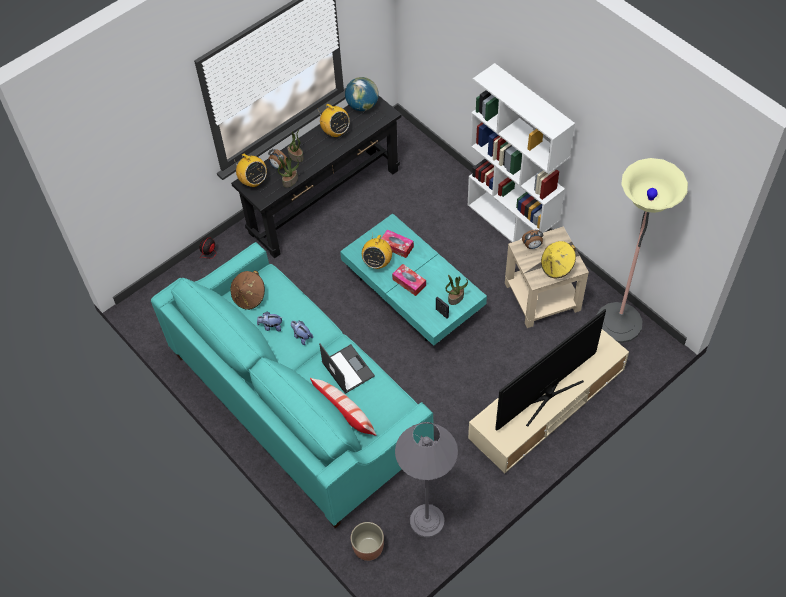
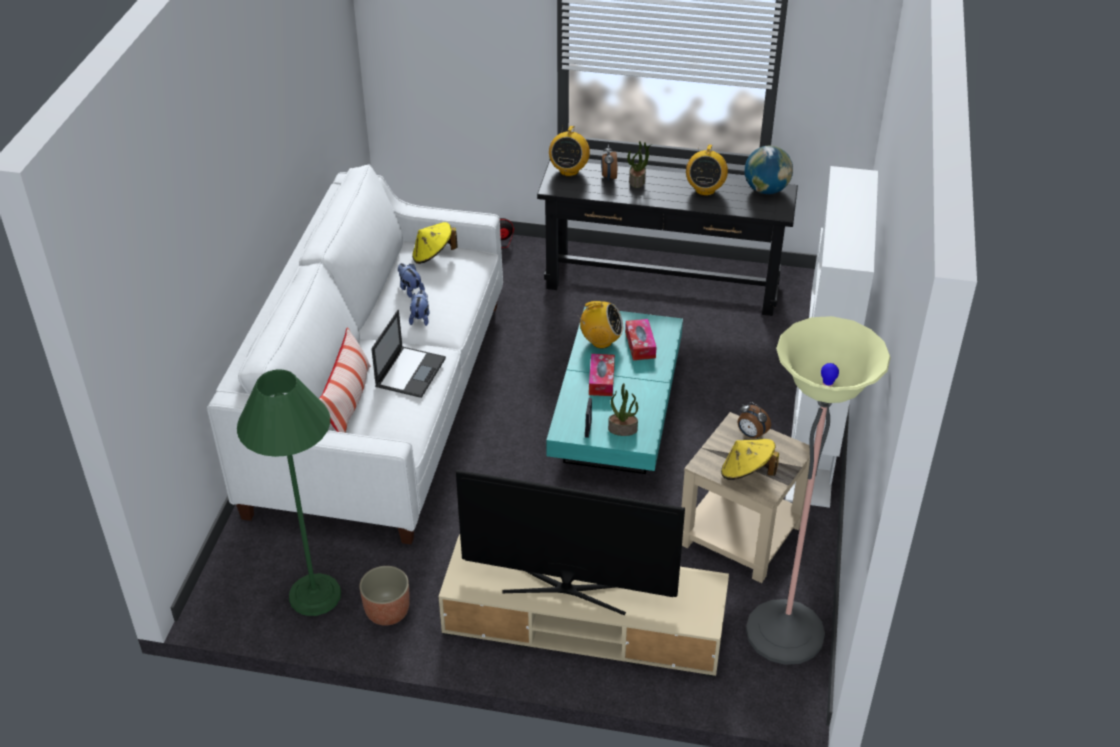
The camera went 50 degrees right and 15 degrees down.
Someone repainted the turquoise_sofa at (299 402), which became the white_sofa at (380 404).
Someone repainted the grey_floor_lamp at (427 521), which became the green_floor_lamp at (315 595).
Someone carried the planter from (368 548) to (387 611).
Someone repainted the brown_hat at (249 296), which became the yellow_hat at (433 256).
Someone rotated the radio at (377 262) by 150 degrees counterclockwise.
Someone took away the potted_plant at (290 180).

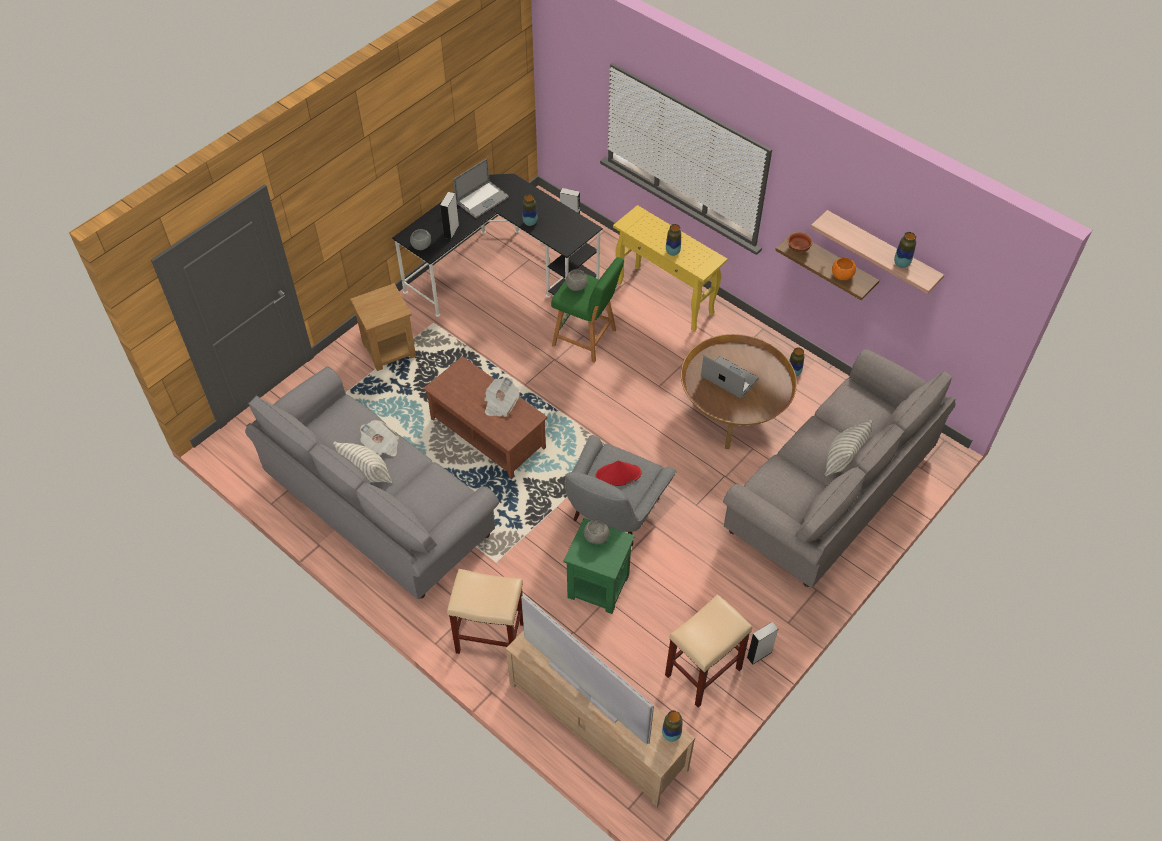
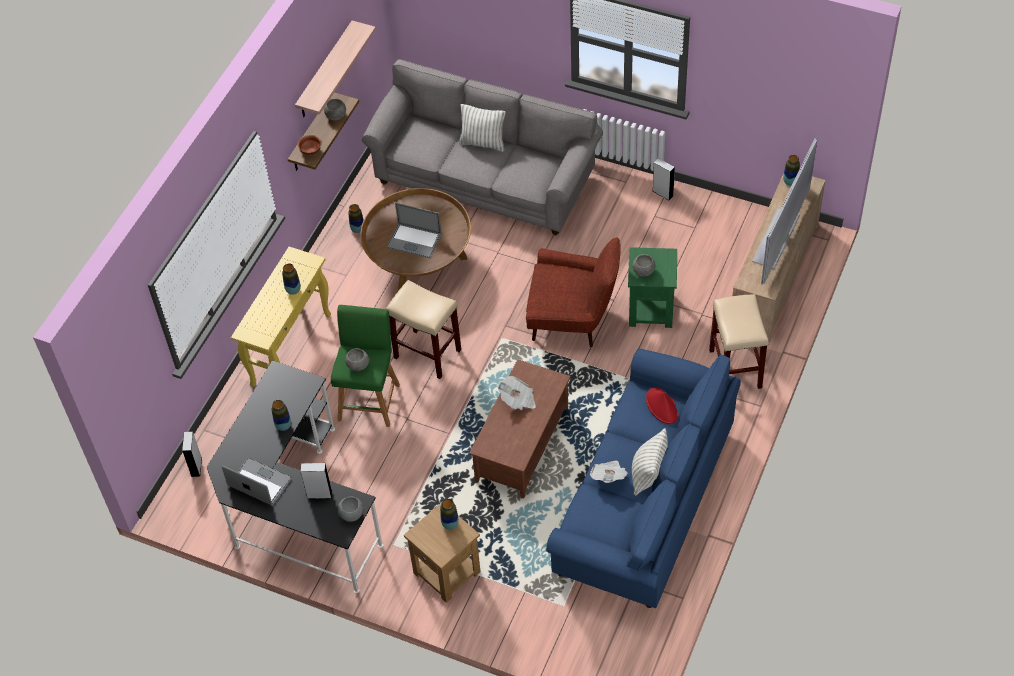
The camera went 105 degrees left and 0 degrees up.
Someone repainted the orange_bowl at (842 276), which became the grey_bowl at (336 115).
Someone carried the beige_stool from (703 673) to (428 354).
Someone rotated the laptop at (729 378) by 90 degrees counterclockwise.
Someone carried the vase from (901 264) to (450 524).
Someone repainted the grey_armchair at (613 513), which became the red_armchair at (572 319).
Someone repainted the grey_sofa at (380 506), which became the blue_sofa at (643 502).
Someone carried the red_hat from (618 475) to (662 406).

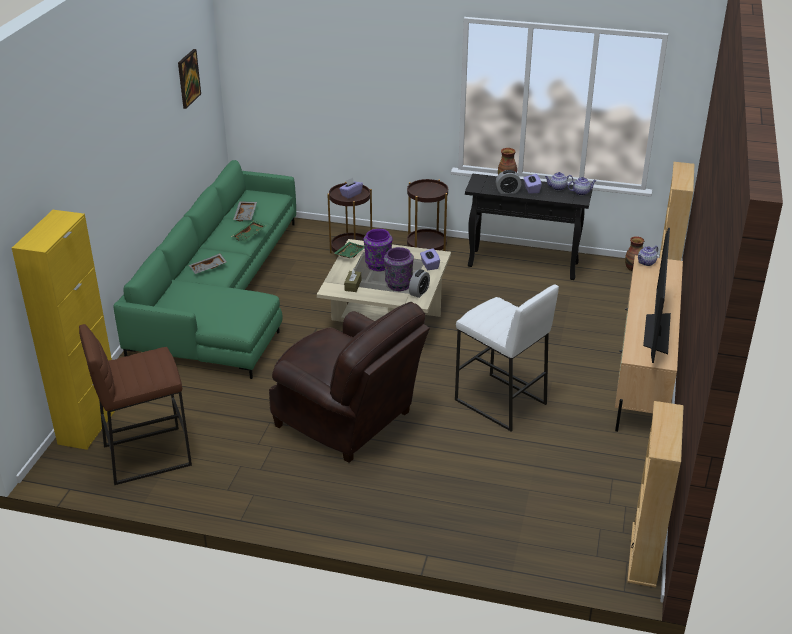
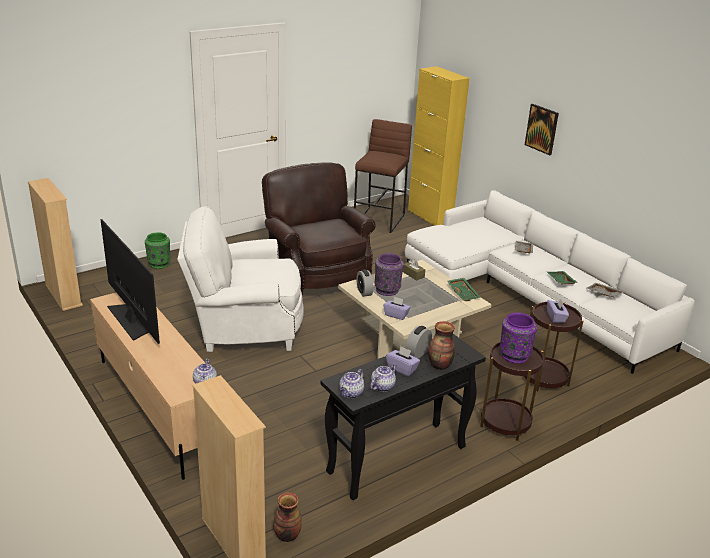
The camera went 130 degrees right and 5 degrees down.
Someone put down the green_vase at (159 264).
Someone swapped the white_stool at (499 402) for the white_armchair at (244 327).
Someone rotated the brown_armchair at (348 421) by 75 degrees clockwise.
Someone repainted the green_sofa at (222 294), which became the white_sofa at (531 295).
Someone carried the purple_vase from (378 265) to (514 355).
Someone carried the picture from (188 78) to (542 129).

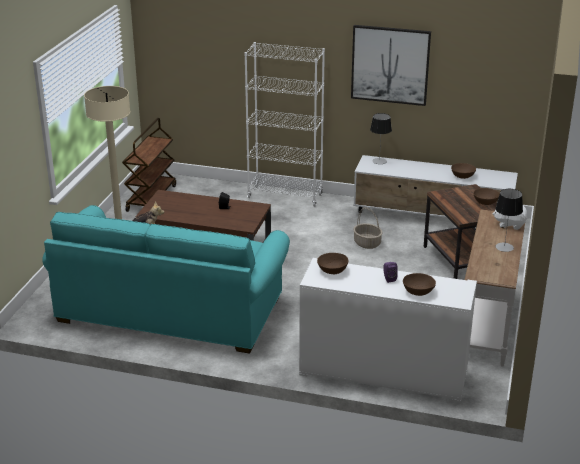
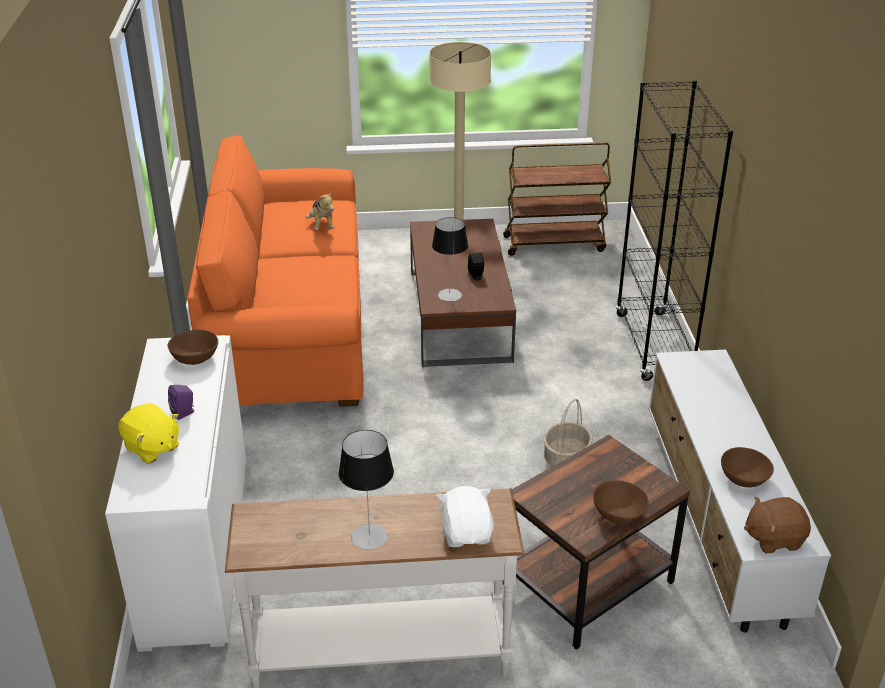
The camera went 70 degrees right and 5 degrees up.
Someone swapped the brown_bowl at (418 291) for the yellow_plush_toy at (152 448).
Someone repainted the turquoise_sofa at (170 309), which became the orange_sofa at (289 327).
Someone carried the table_lamp from (379 161) to (449 295).
Someone repainted the white_bookcase at (285 196), which became the black_bookcase at (653 346).
Someone put down the brown_plush_toy at (773 538).
Someone took away the picture at (390 65).

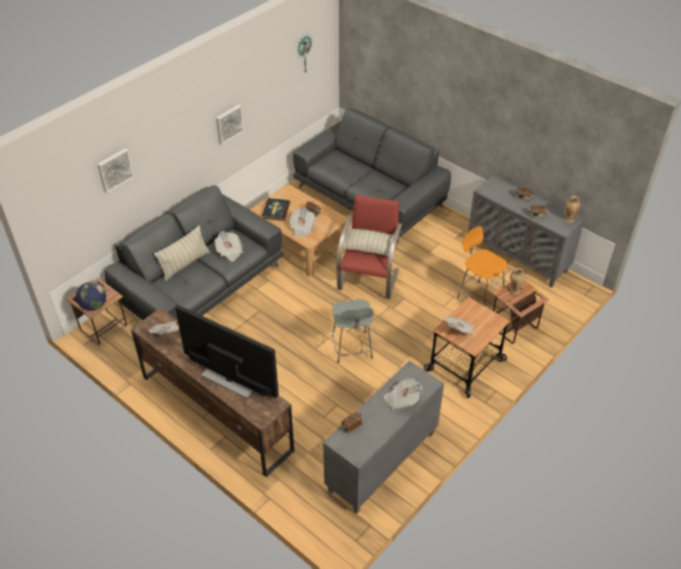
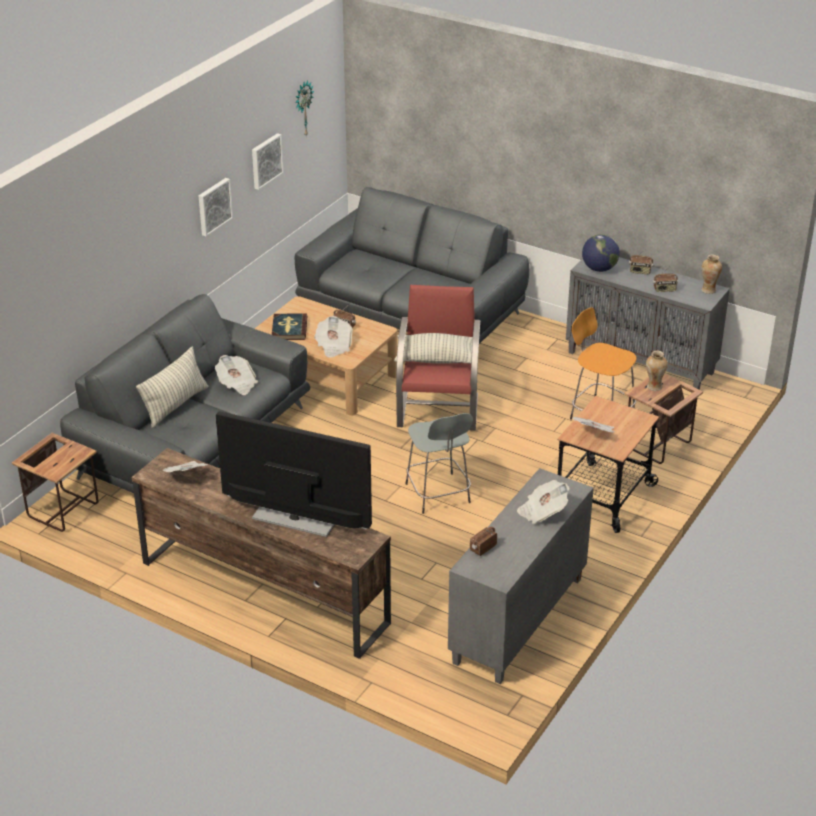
The camera went 10 degrees left and 10 degrees down.
Someone carried the picture from (114 169) to (265 160).
Someone carried the globe from (94 306) to (599 269).

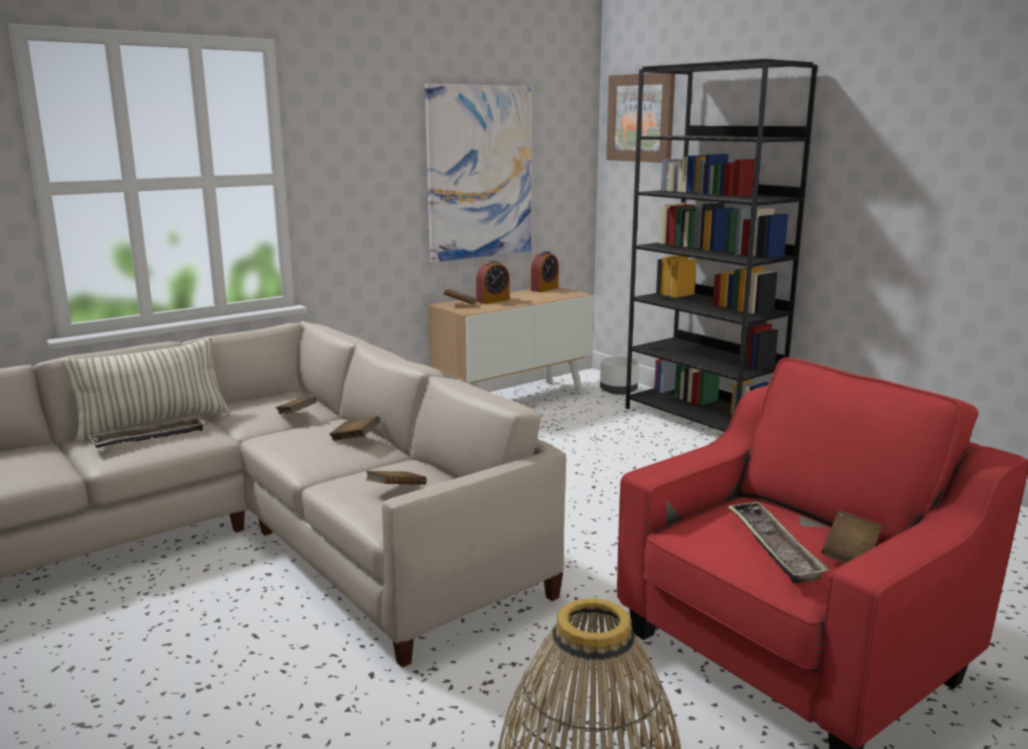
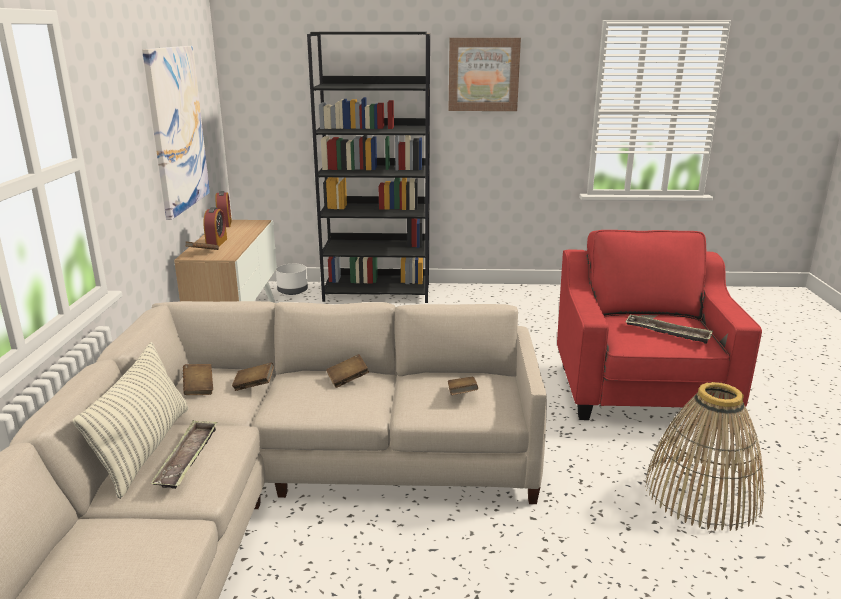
The camera went 50 degrees left and 5 degrees up.
Someone carried the brown_book from (850 555) to (199 388).
Someone carried the picture from (641 118) to (483 74).

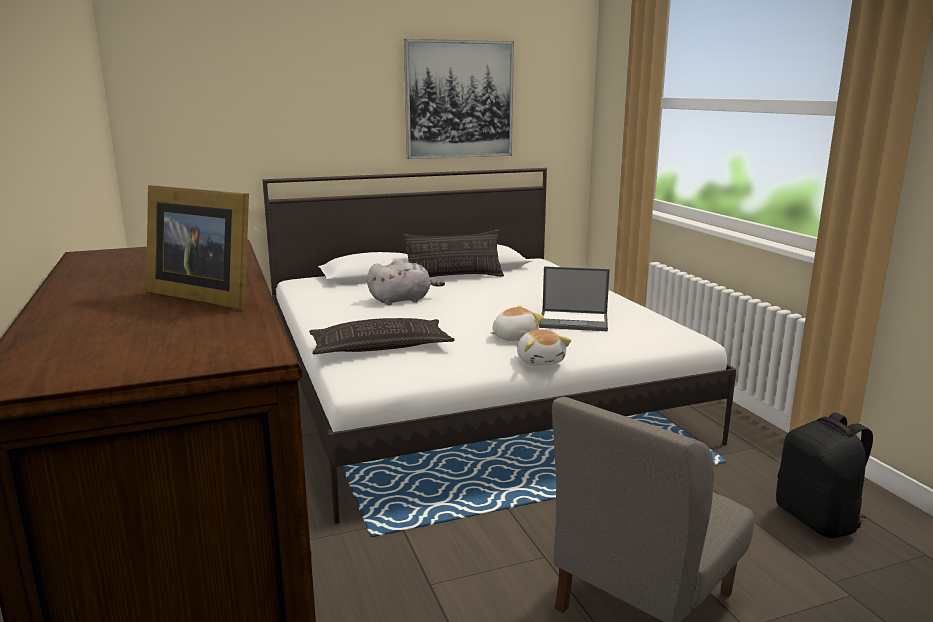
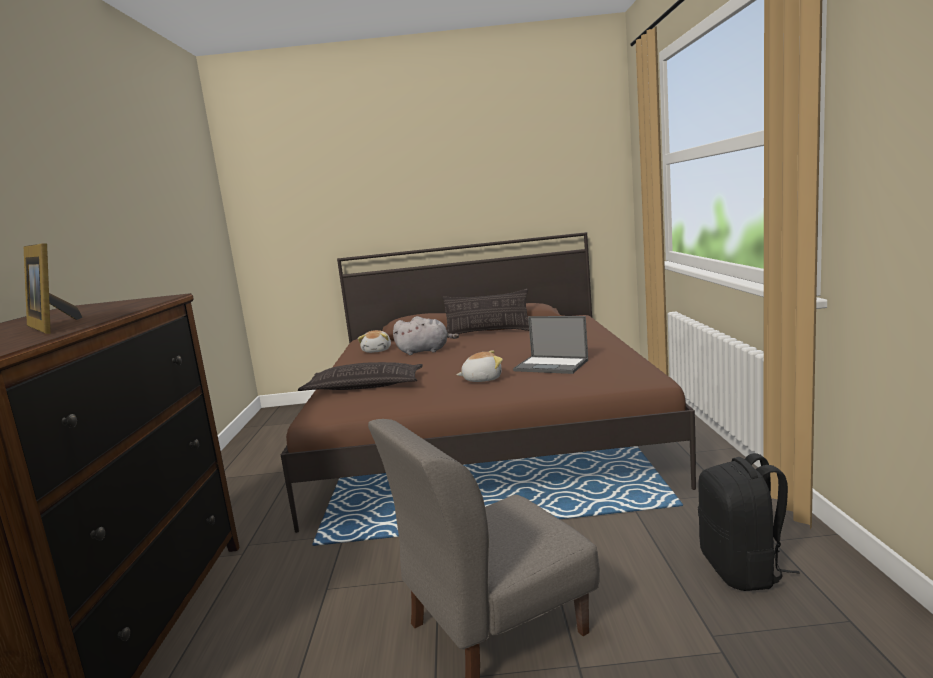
The camera went 20 degrees right and 5 degrees down.
Someone repainted the white_bed at (469 391), which became the brown_bed at (484 432).
Someone carried the plush_toy from (540 361) to (377 350).
Someone took away the picture at (459 100).

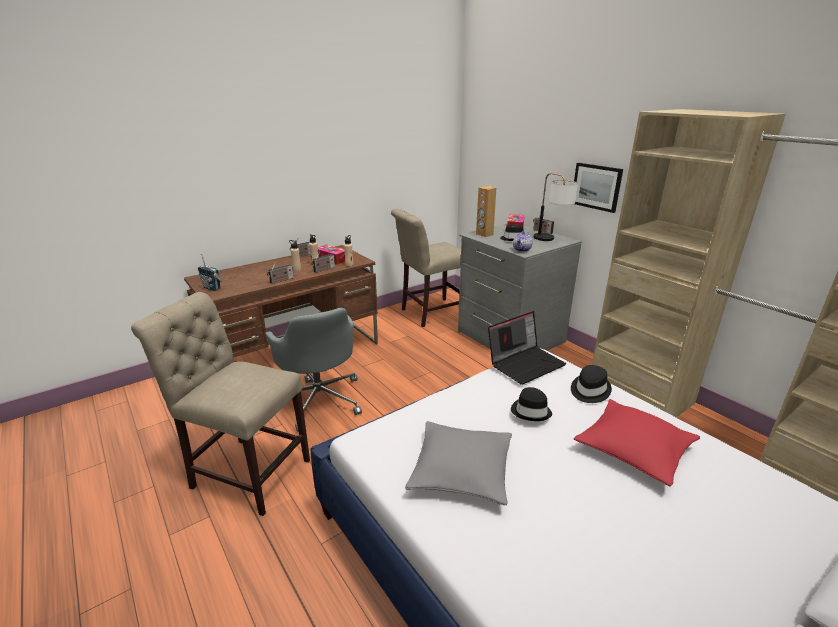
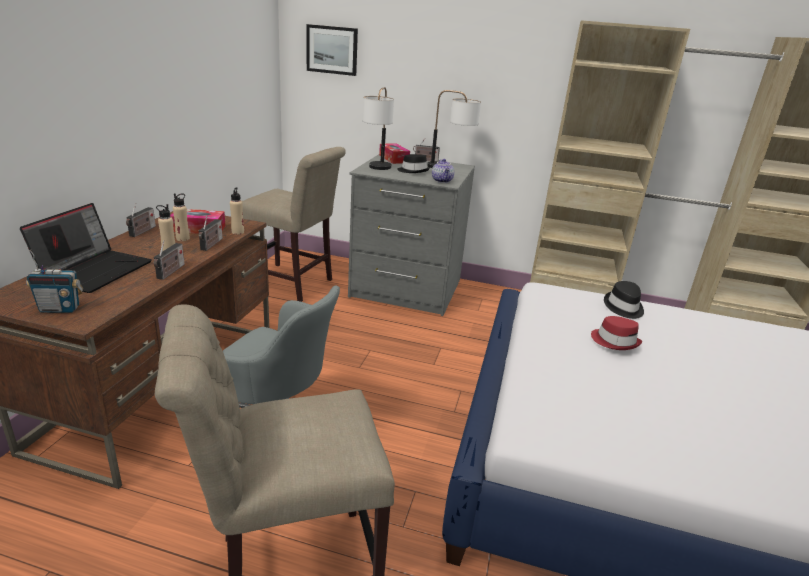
The camera went 40 degrees left and 0 degrees up.
Someone carried the laptop from (525 363) to (95 270).
Someone rotated the beige_chair at (430 313) by 90 degrees counterclockwise.
Someone carried the picture from (596 187) to (332 50).
Someone swapped the brown_speaker at (484 234) for the table_lamp at (377 169).
Someone repainted the black_hat at (531 411), which became the red_hat at (615 341).
Someone took away the grey_pillow at (461 470).
Someone took away the red_pillow at (633 449).

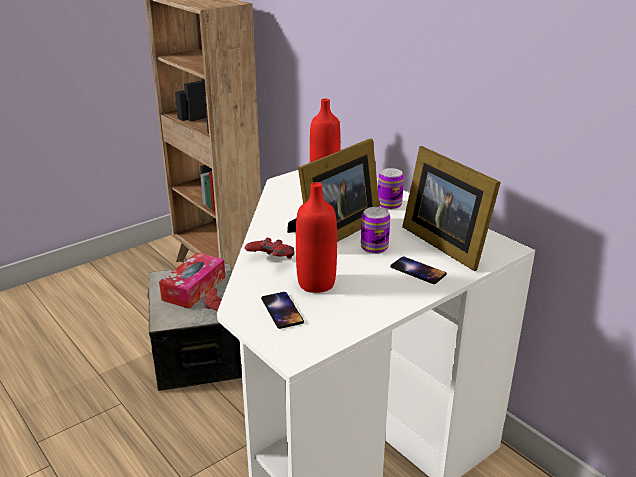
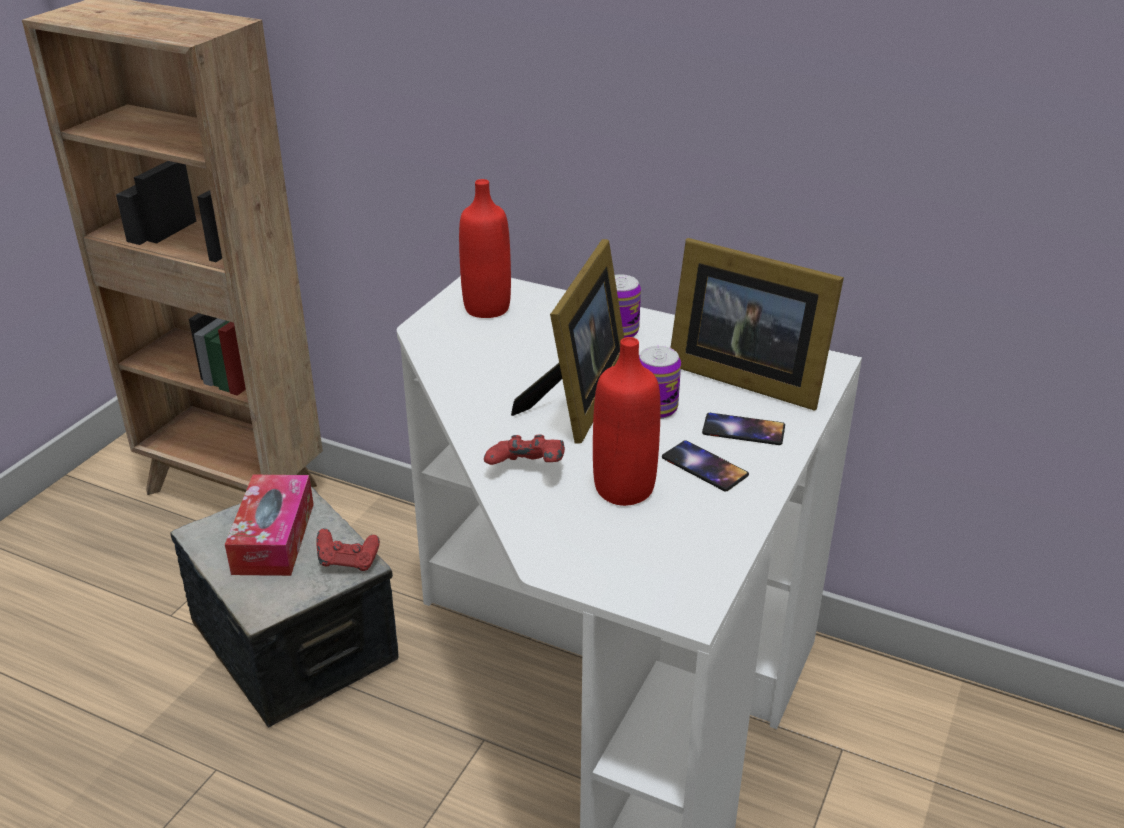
The camera went 25 degrees left and 5 degrees up.
Someone carried the phone from (282 310) to (704 466).

